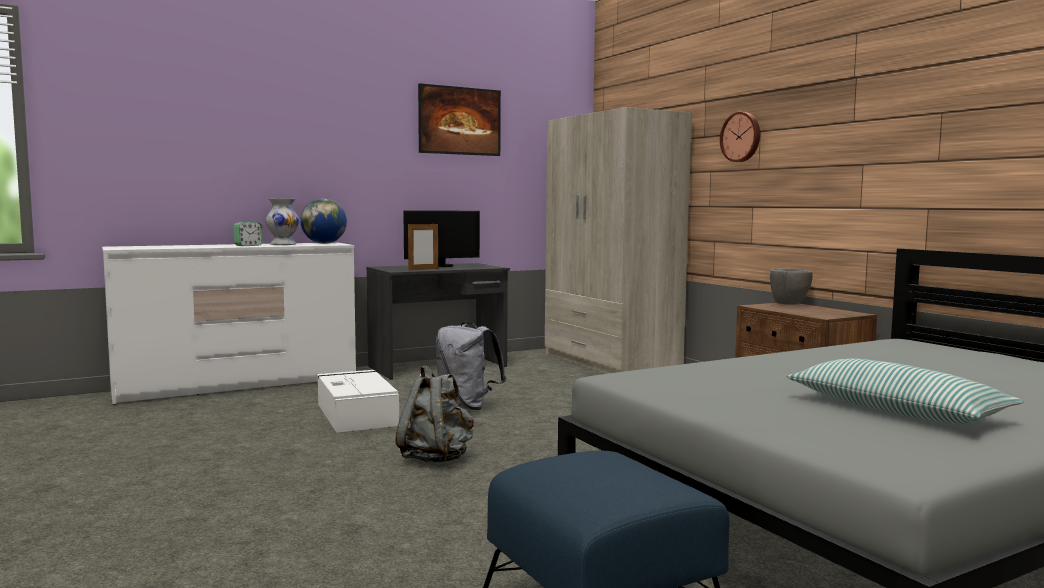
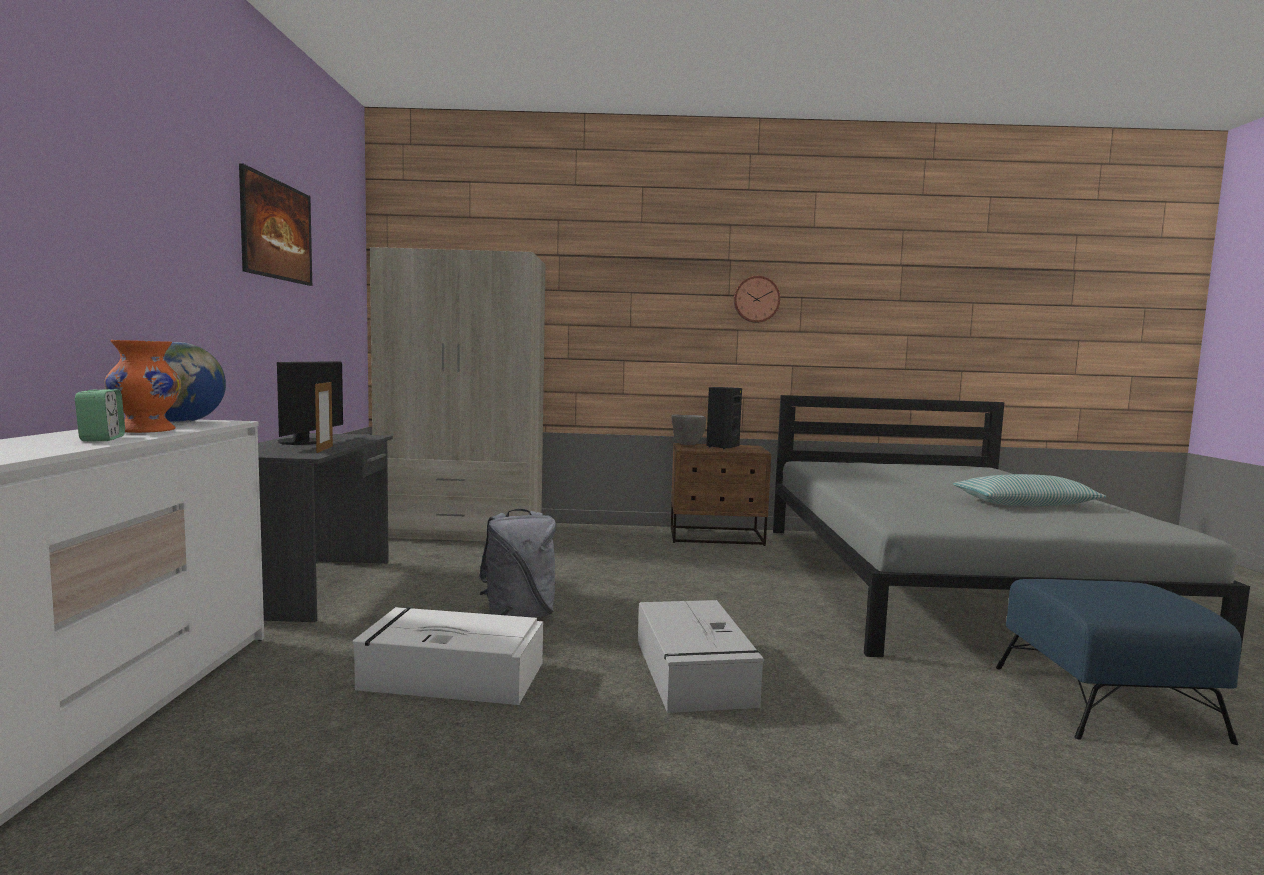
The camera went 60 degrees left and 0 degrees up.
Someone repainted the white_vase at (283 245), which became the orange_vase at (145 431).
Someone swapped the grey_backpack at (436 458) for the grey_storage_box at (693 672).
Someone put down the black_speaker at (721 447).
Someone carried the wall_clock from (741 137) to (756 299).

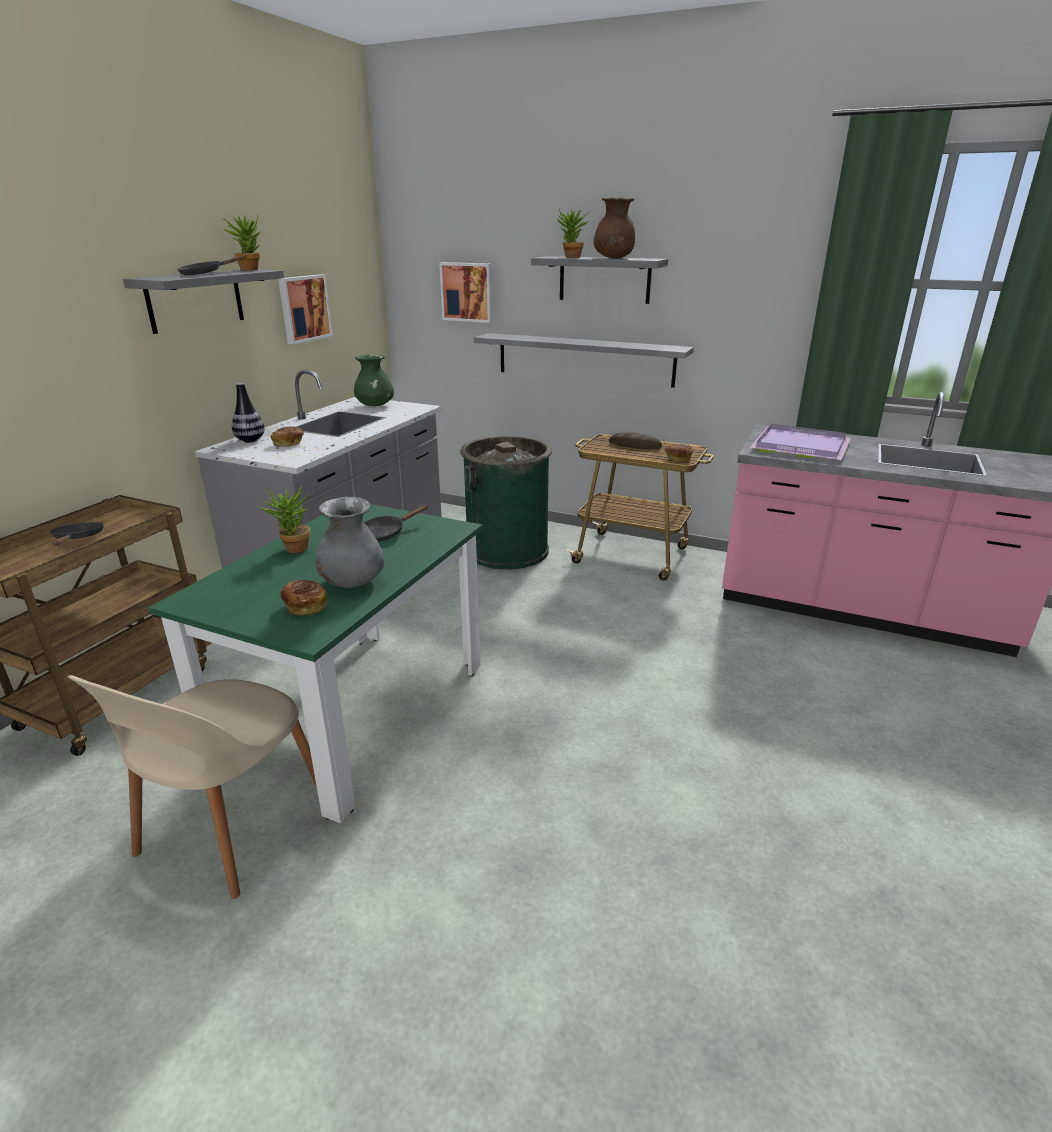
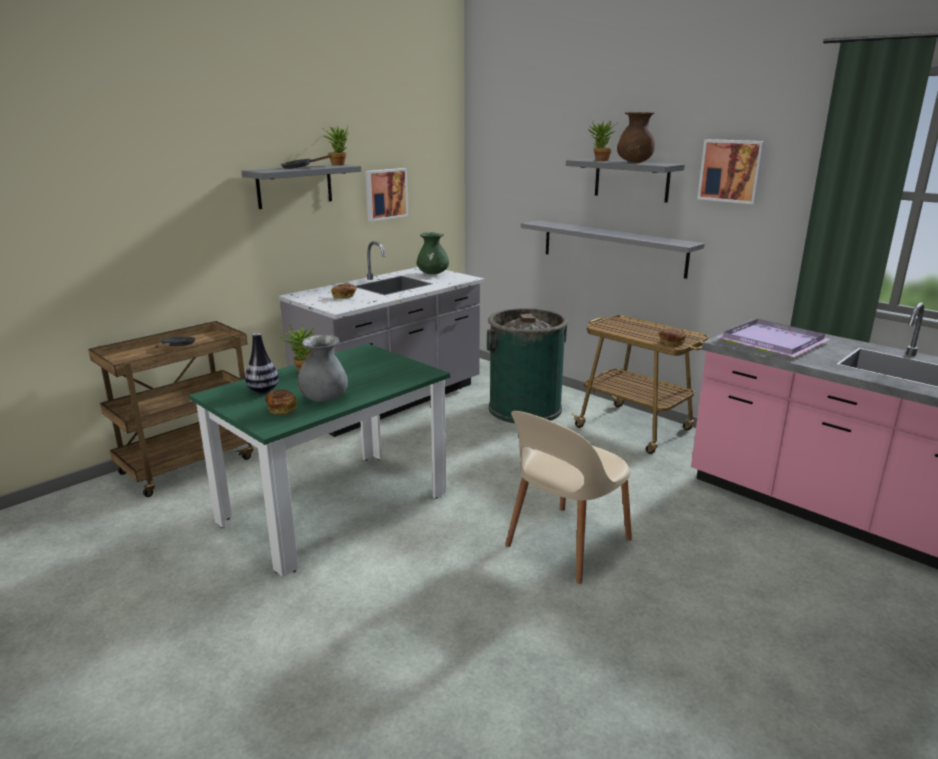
The camera went 20 degrees right and 5 degrees down.
Someone carried the vase from (250 440) to (263 390).
Someone carried the beige_chair from (230 828) to (566 544).
Someone carried the picture from (467 292) to (731 171).
Someone took away the black_frying_pan at (386 533).
Someone took away the bread at (635 445).

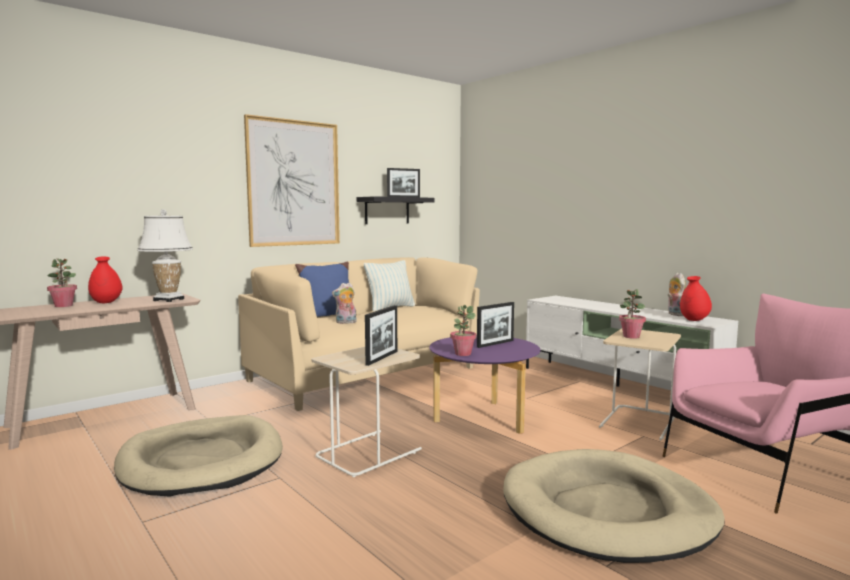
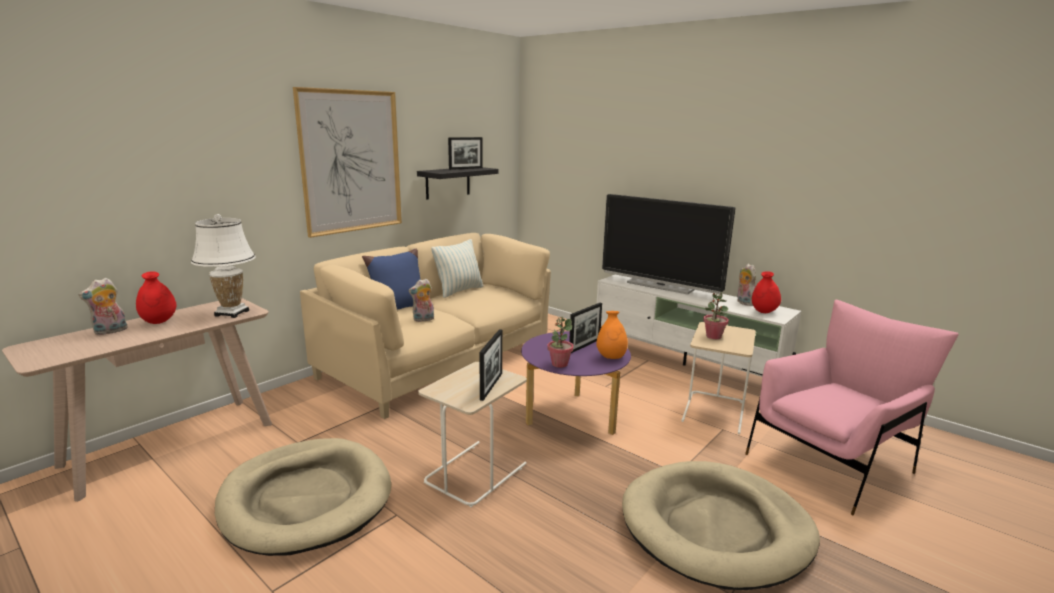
The camera went 10 degrees left and 10 degrees up.
Someone swapped the potted_plant at (64 306) for the plush_toy at (110 331).
Someone put down the orange_vase at (611 357).
Someone put down the television at (660 286).

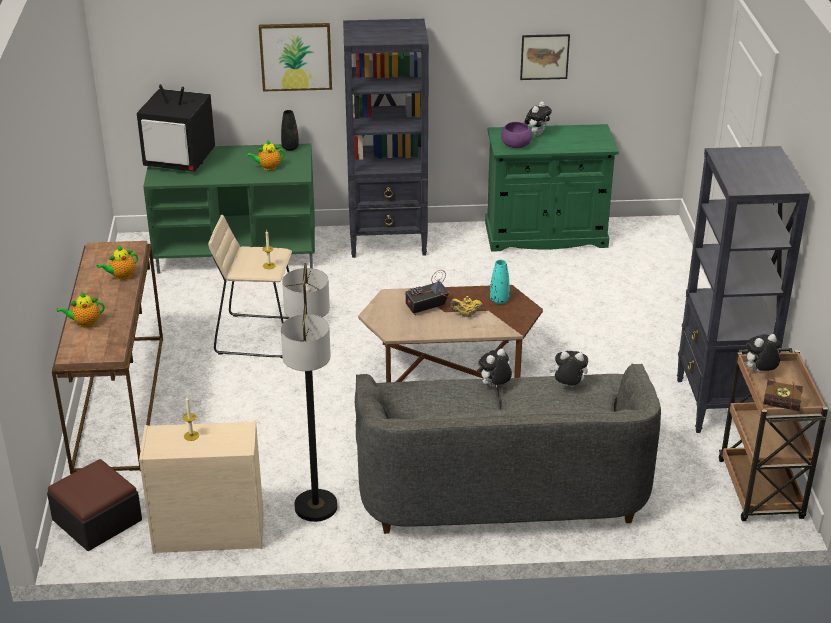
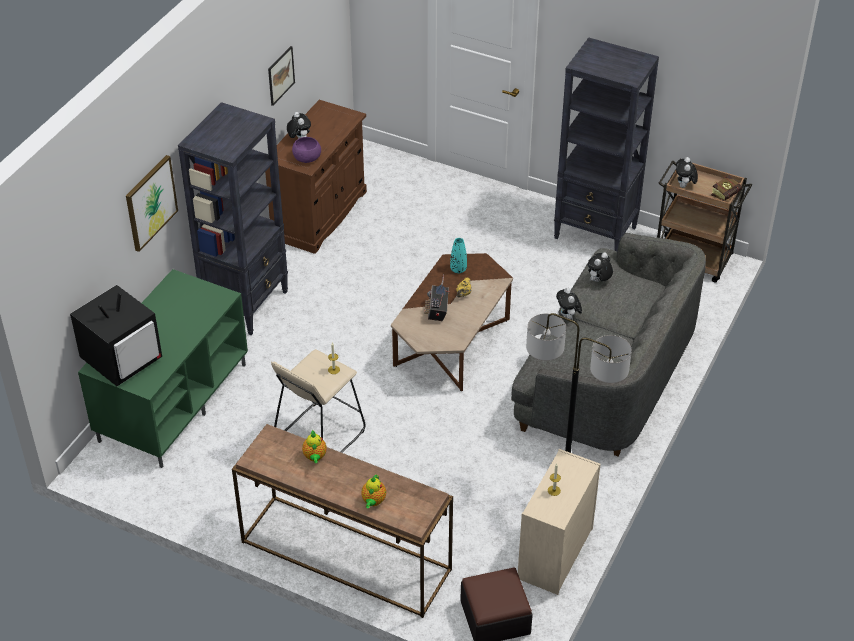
The camera went 60 degrees left and 10 degrees up.
Someone repainted the green_cabinet at (546 235), which became the brown_cabinet at (319 215).
Someone took away the teapot at (268 167).
Someone took away the black_vase at (290 148).

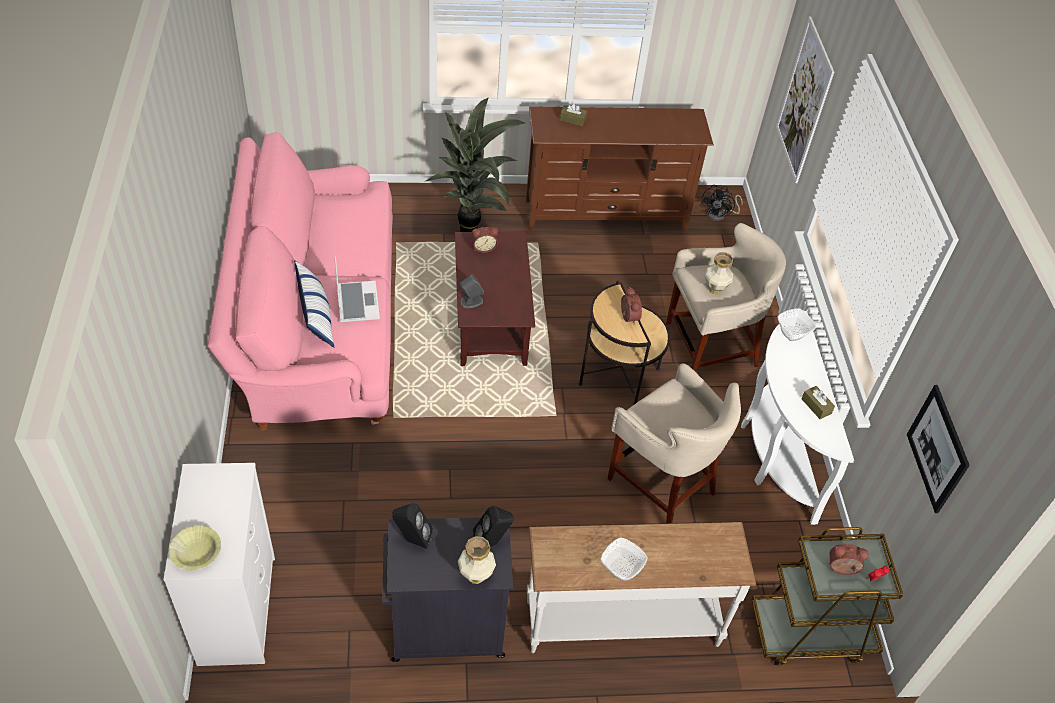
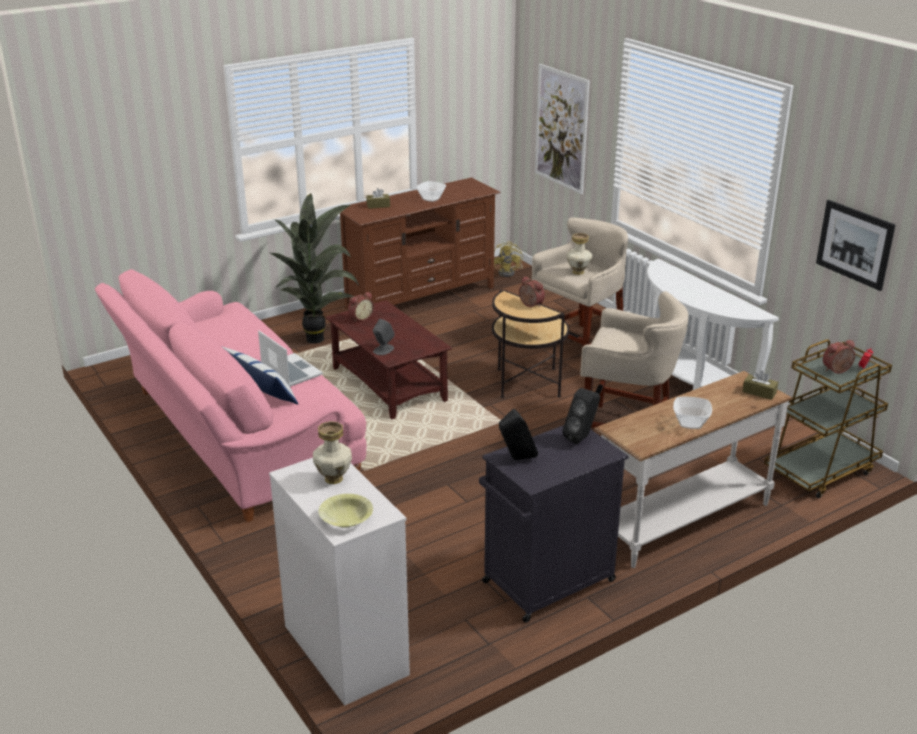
The camera went 25 degrees left and 20 degrees down.
Someone carried the vase from (475 576) to (333 479).
Someone carried the bowl from (793 333) to (431 198).
Someone repainted the black_fan at (719 214), which became the yellow_fan at (509 272).
Someone carried the brown_tissue_box from (816 406) to (759 392).

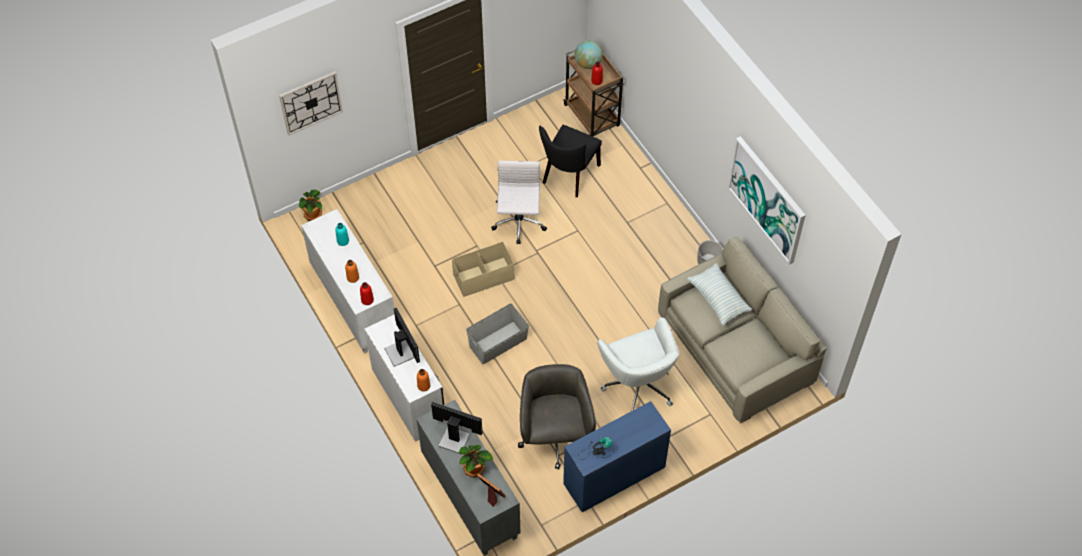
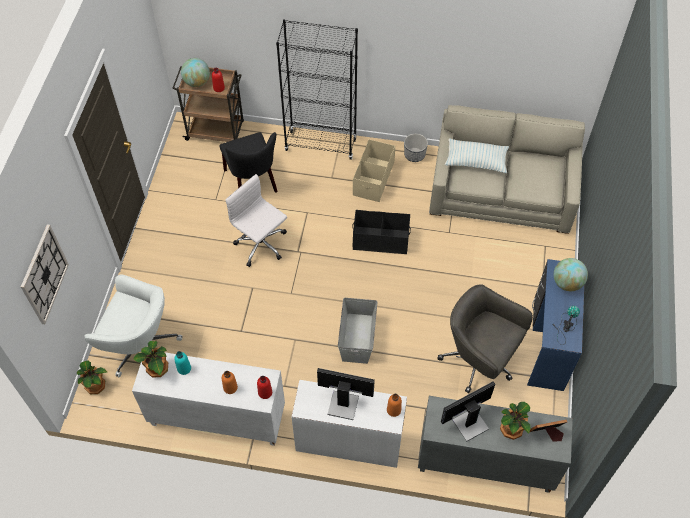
The camera went 50 degrees left and 0 degrees up.
Someone carried the white_office_chair from (638 384) to (141 347).
Someone put down the potted_plant at (157 369).
Someone put down the black_bookcase at (321 145).
Someone put down the black_storage_box at (380 240).
Someone carried the beige_storage_box from (483 277) to (373 179).
Someone put down the globe at (567 283).
Someone took away the picture at (767 199).

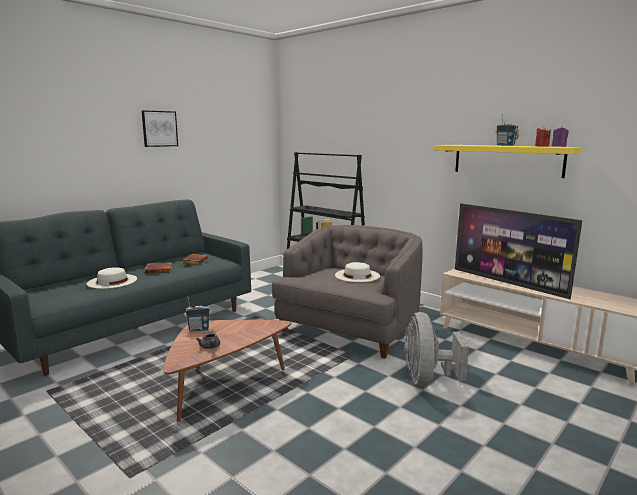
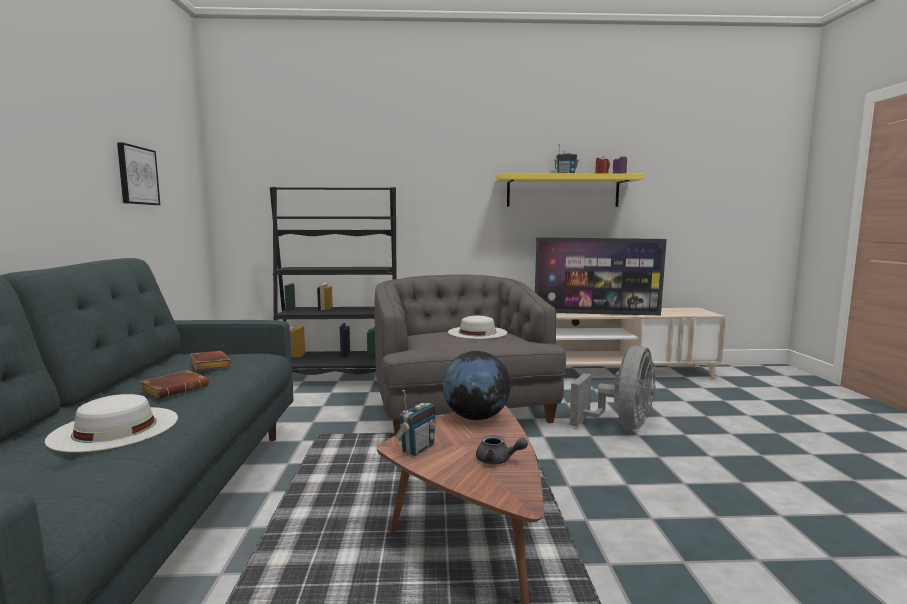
The camera went 45 degrees left and 5 degrees down.
Someone carried the picture from (159 128) to (137 175).
Someone put down the globe at (476 417).
Someone rotated the grey_fan at (427 379) by 105 degrees counterclockwise.

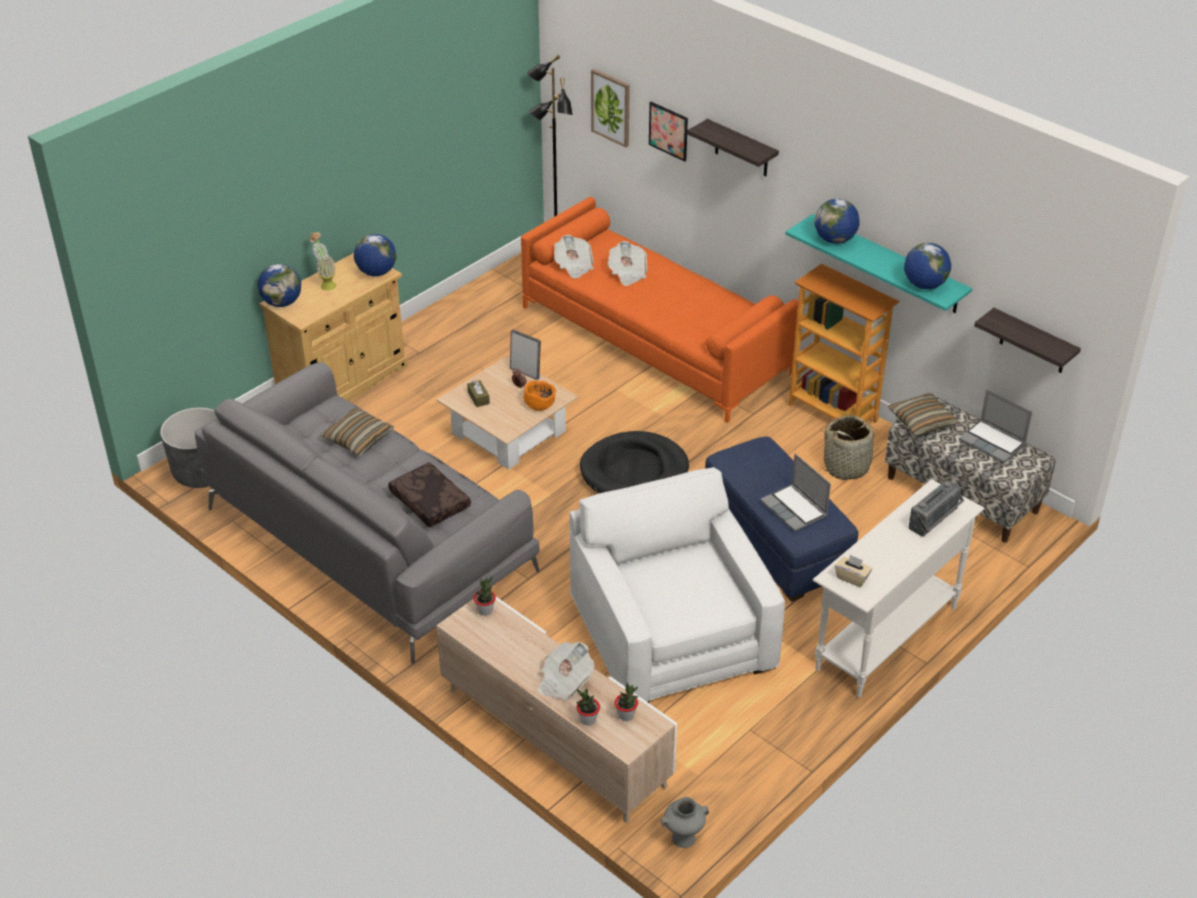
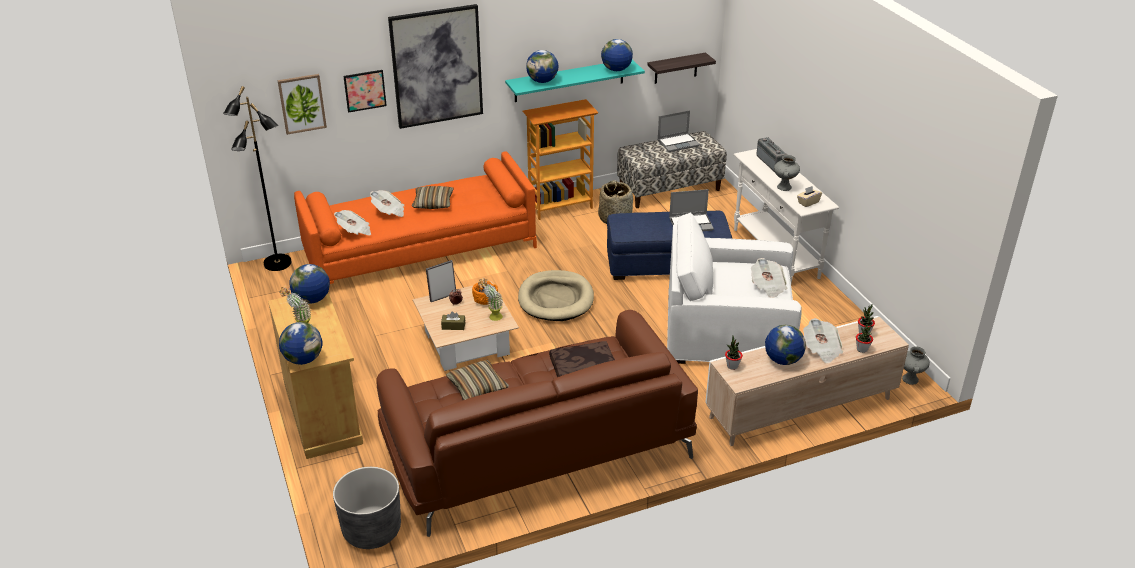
The camera went 65 degrees left and 5 degrees down.
Someone repainted the grey_sofa at (368 538), which became the brown_sofa at (535 447).
Someone swapped the shelf at (741 149) for the picture at (436 66).
Someone carried the pillow from (922 421) to (433 203).
Someone put down the potted_plant at (492 317).
Someone repainted the black_dog_bed at (634 471), which became the beige_dog_bed at (556 299).
Someone put down the newspaper at (768 286).
Someone put down the globe at (782 360).
Someone put down the grey_vase at (784 187).

